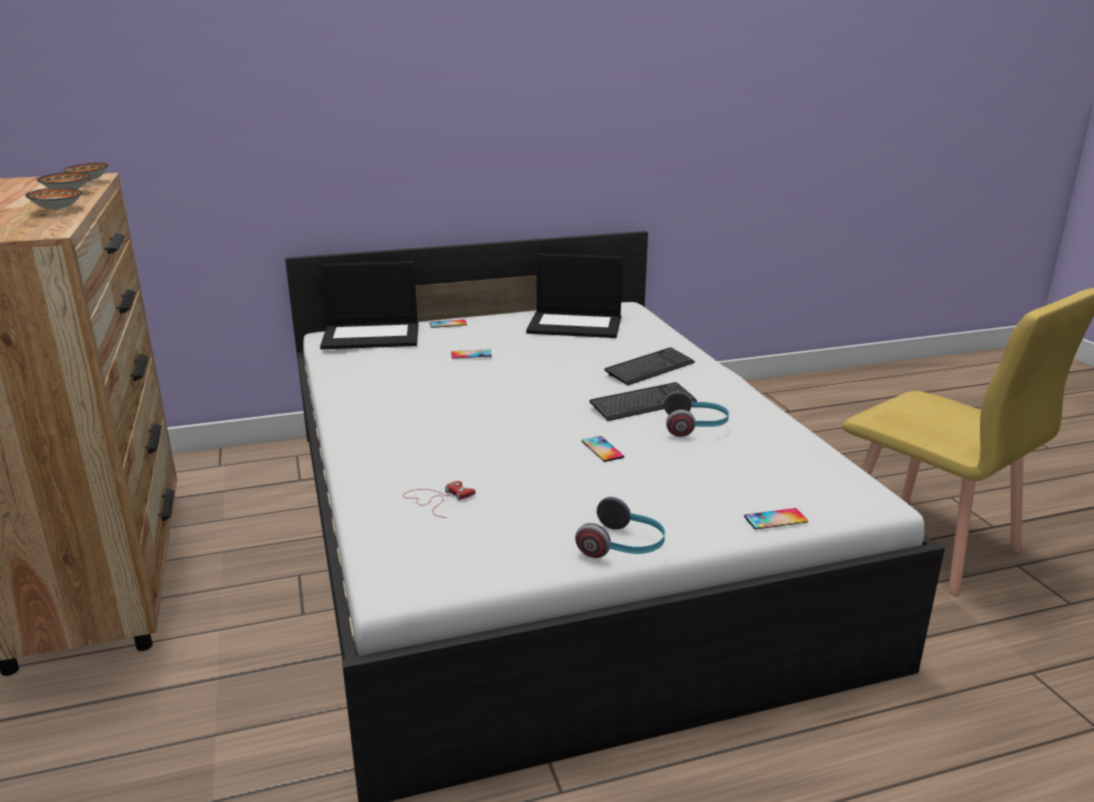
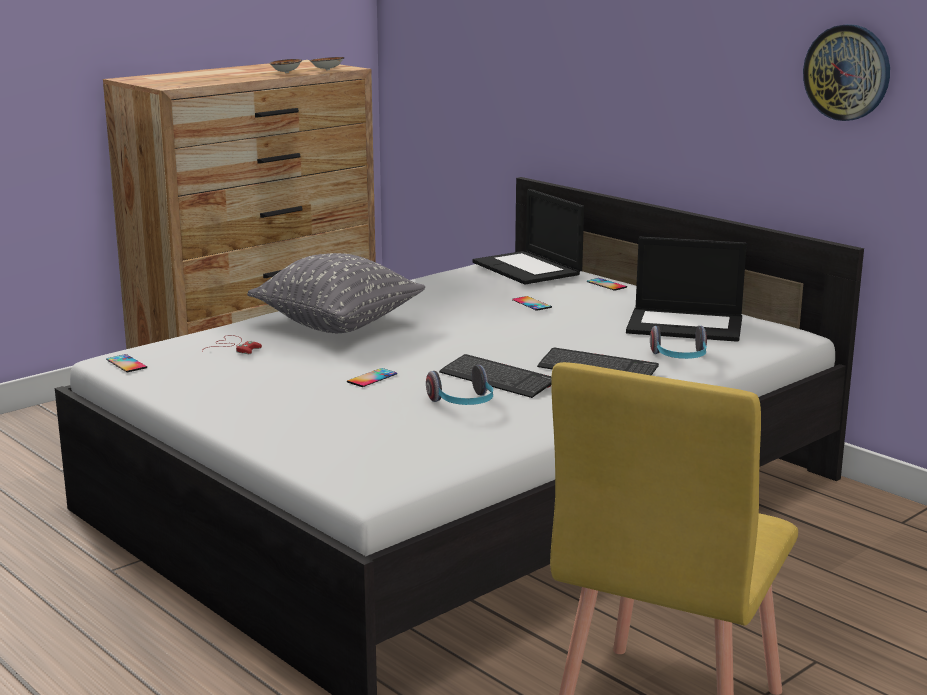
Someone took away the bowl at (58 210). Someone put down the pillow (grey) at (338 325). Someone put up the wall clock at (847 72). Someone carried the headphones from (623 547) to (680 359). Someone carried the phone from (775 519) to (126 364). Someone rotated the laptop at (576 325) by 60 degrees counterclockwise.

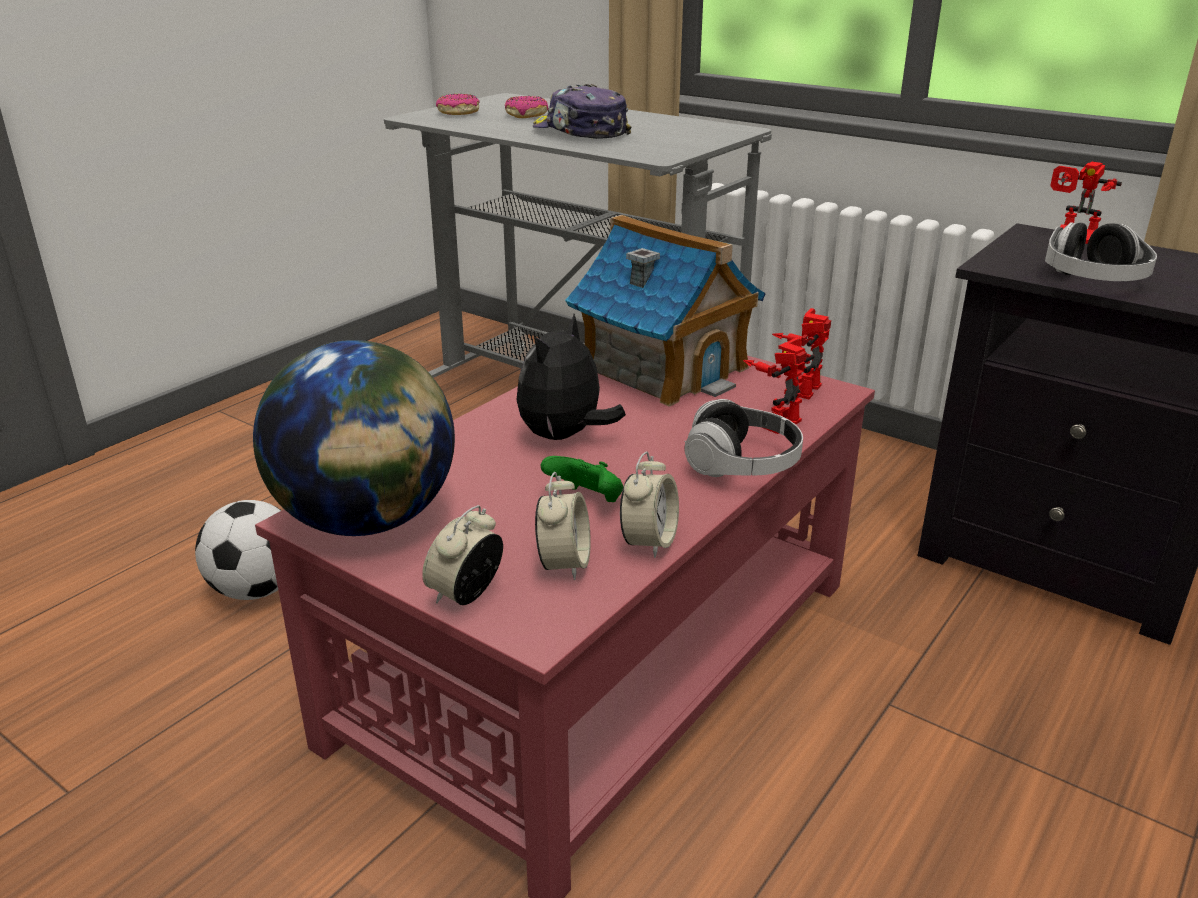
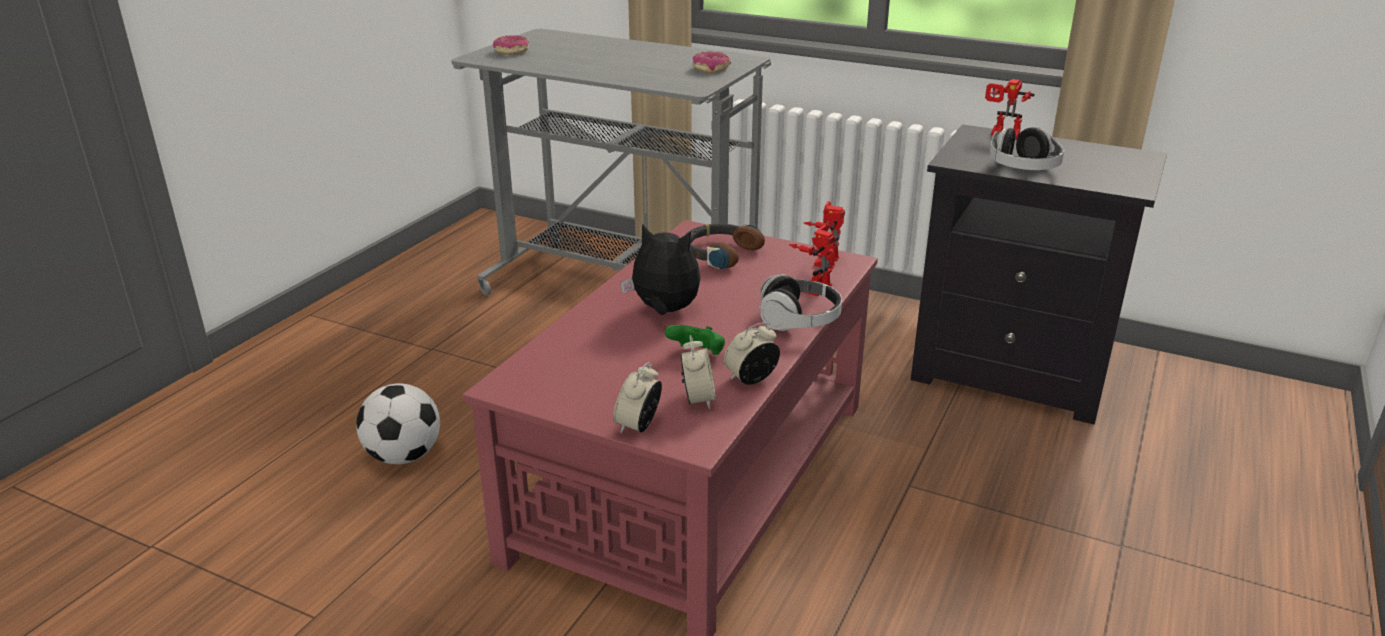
Someone took away the globe at (367 520). Someone took away the cap at (580 133). Someone carried the donut from (527 115) to (711 69). Someone swapped the toy house at (664 368) for the headphones at (719 253). Someone rotated the plush toy at (564 436) by 90 degrees clockwise. Someone rotated the alarm clock at (649 542) by 135 degrees counterclockwise.

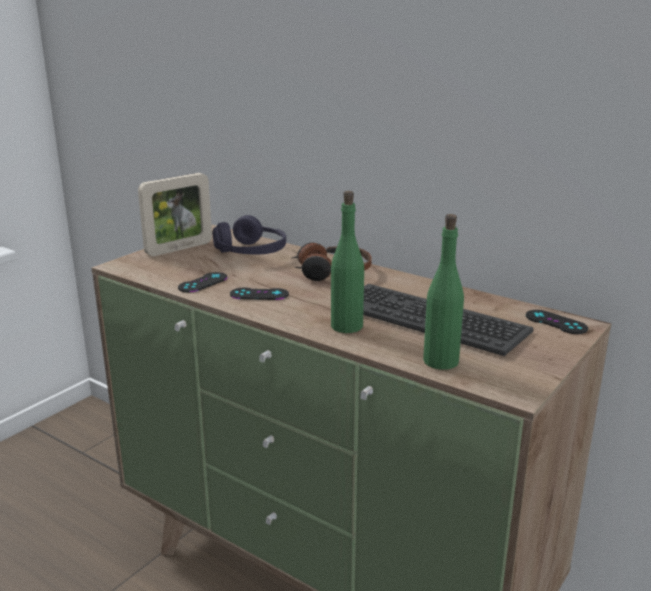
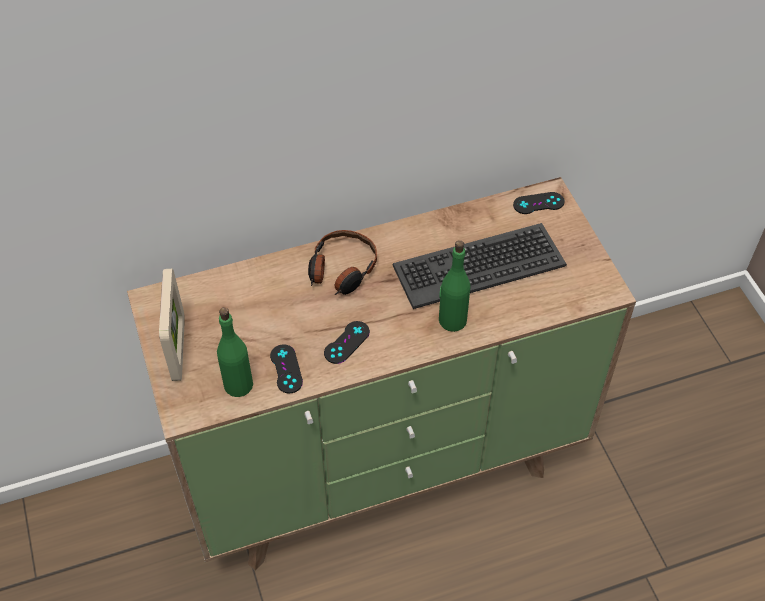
Someone took away the headphones (purple) at (251 252). Someone carried the bottle (green) from (441 361) to (238 384).

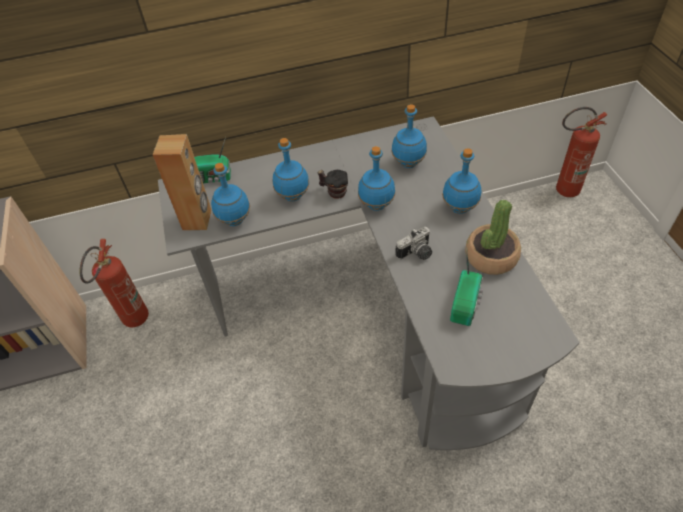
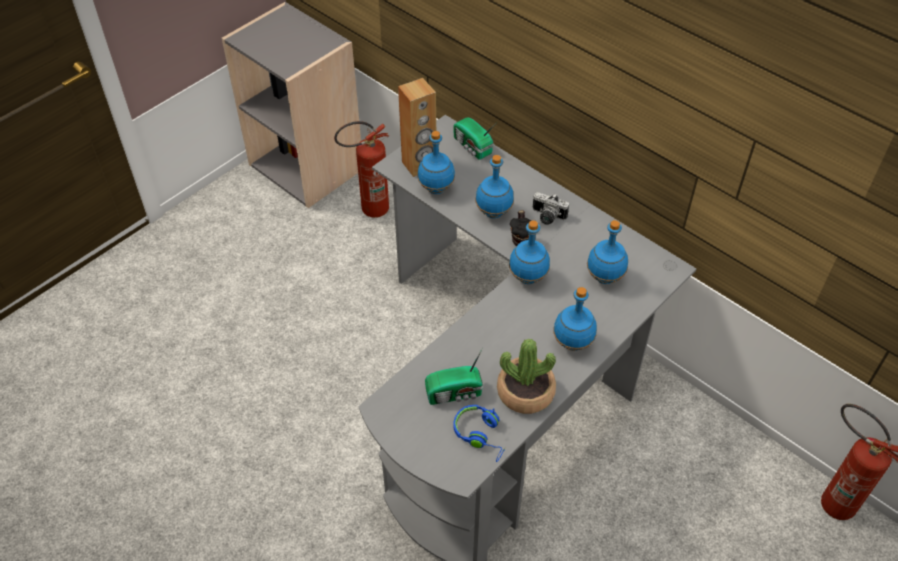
Someone put down the headphones (blue) at (481 435). Someone carried the photo camera from (417 254) to (547 217).

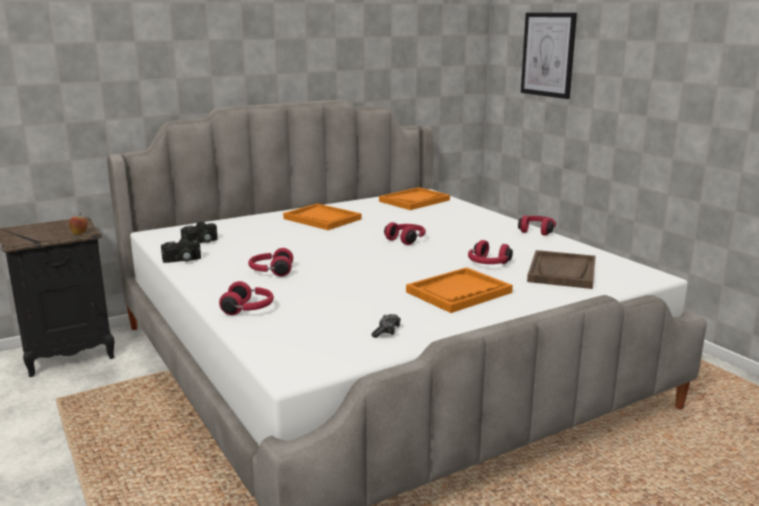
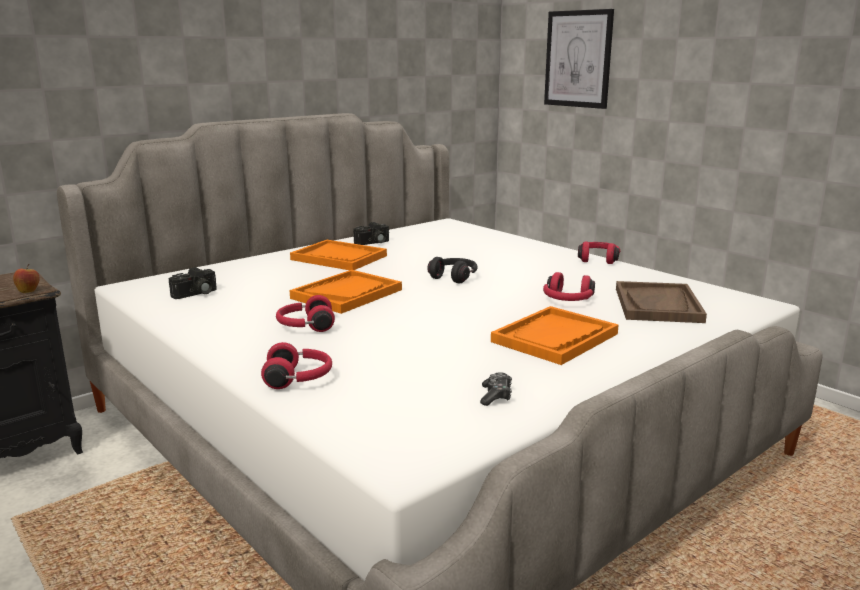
Someone carried the photo camera from (182 260) to (373 243). Someone carried the tray (orange) from (414 200) to (347 294). Someone repainted the headphones (red) at (406 240), which became the headphones (black) at (454 277).

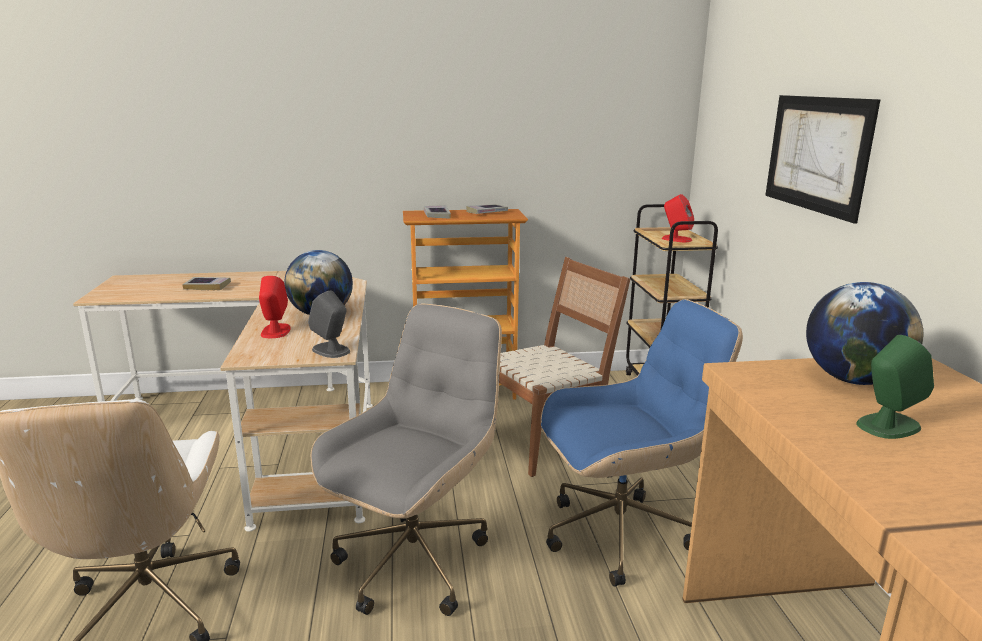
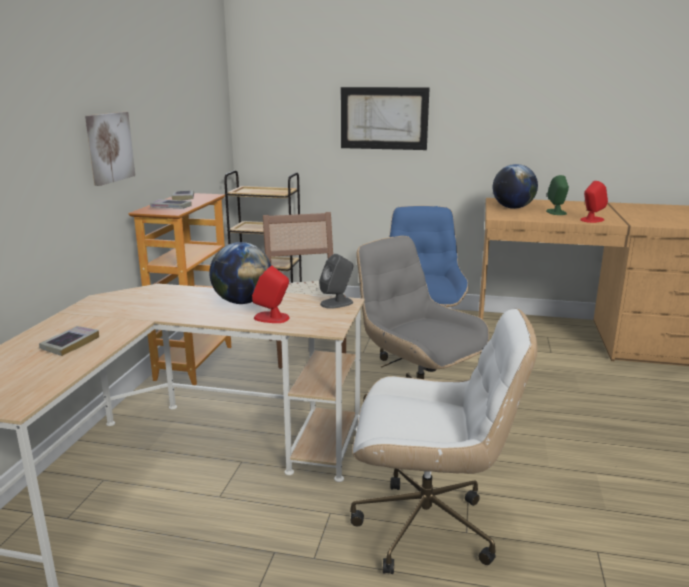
Someone put up the picture at (109 147). Someone carried the speaker (red) from (676 239) to (591 220).

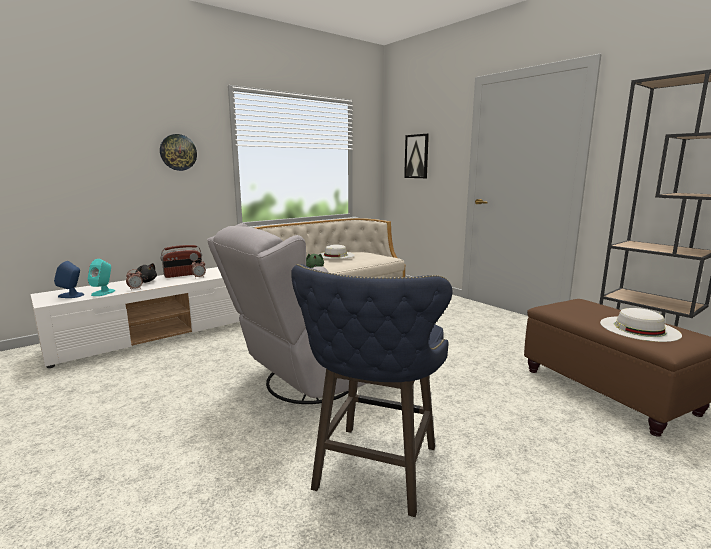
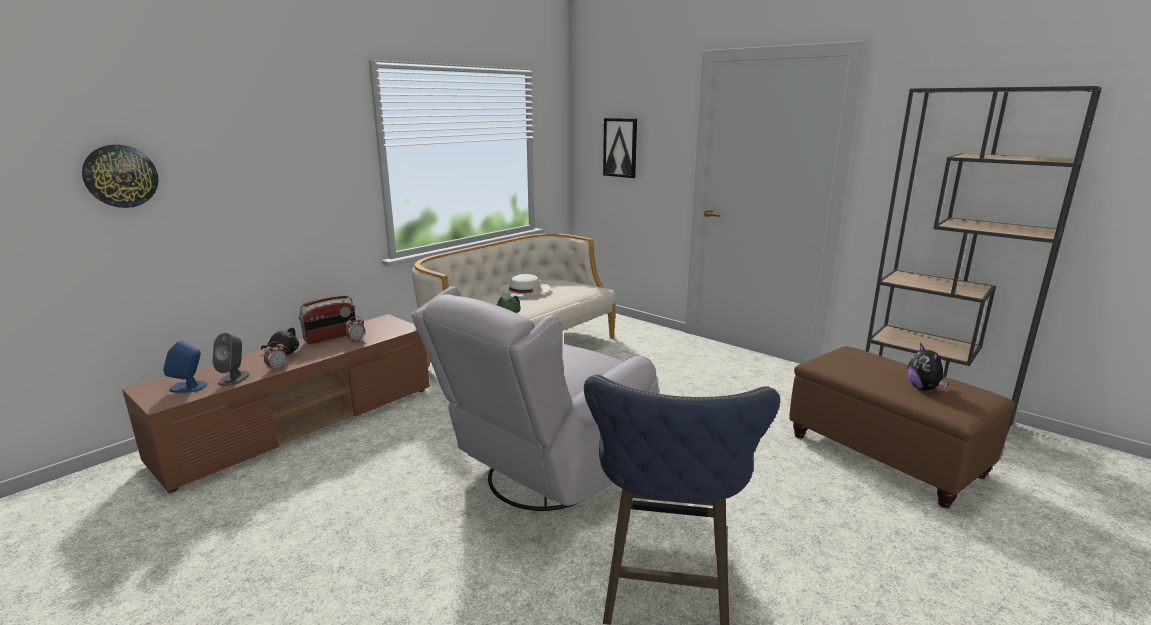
Someone carried the wall clock from (178 152) to (120 176). Someone swapped the hat (white) at (639 328) for the plush toy at (923 388). Someone repainted the tv stand (white) at (157 334), which became the tv stand (brown) at (303 423). Someone repainted the speaker (turquoise) at (103 292), which became the speaker (grey) at (234 378).

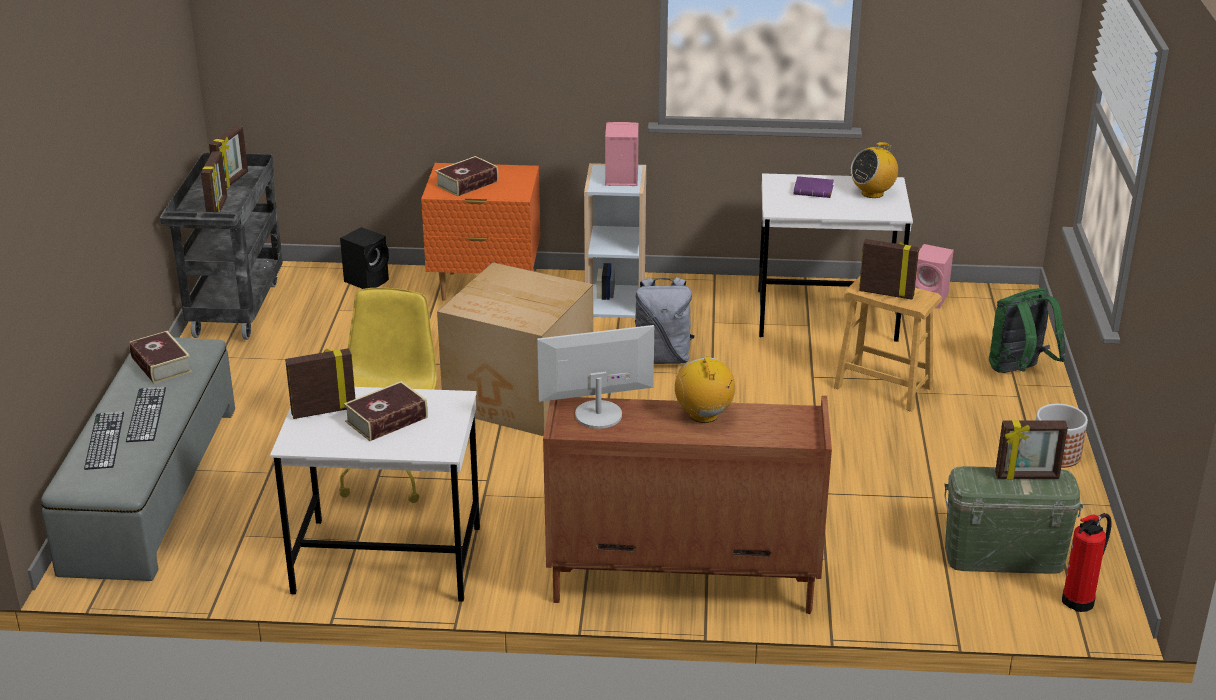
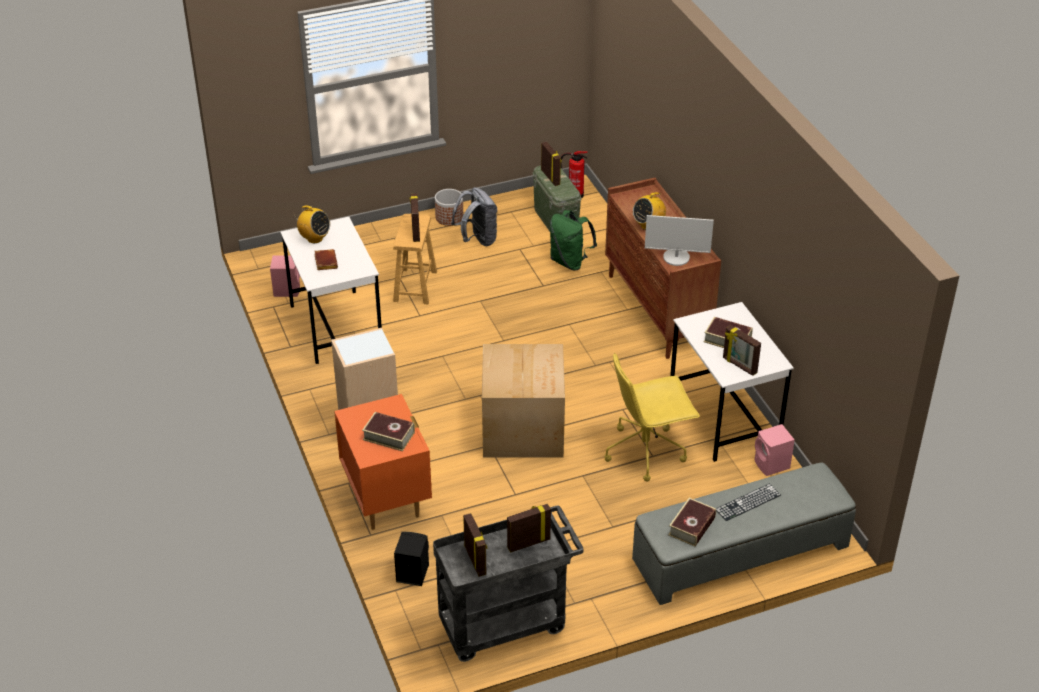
Someone took away the keyboard at (104 440). Someone carried the speaker (pink) from (620 178) to (772 465). Someone carried the backpack (grey) from (662 358) to (477 240). Someone carried the backpack (green) from (1019 371) to (570 262). Someone repainted the book (purple) at (814 191), which became the book (brown) at (325 262). Someone rotated the picture frame at (232 181) by 75 degrees clockwise. Someone rotated the monitor at (598 414) by 45 degrees counterclockwise.

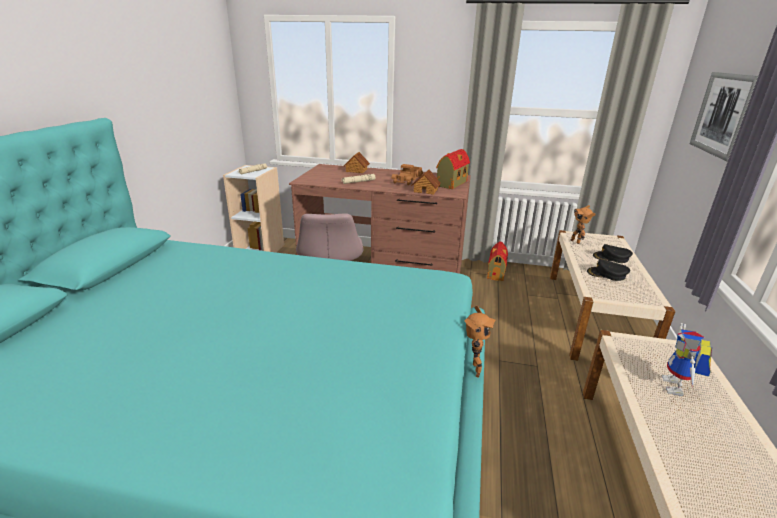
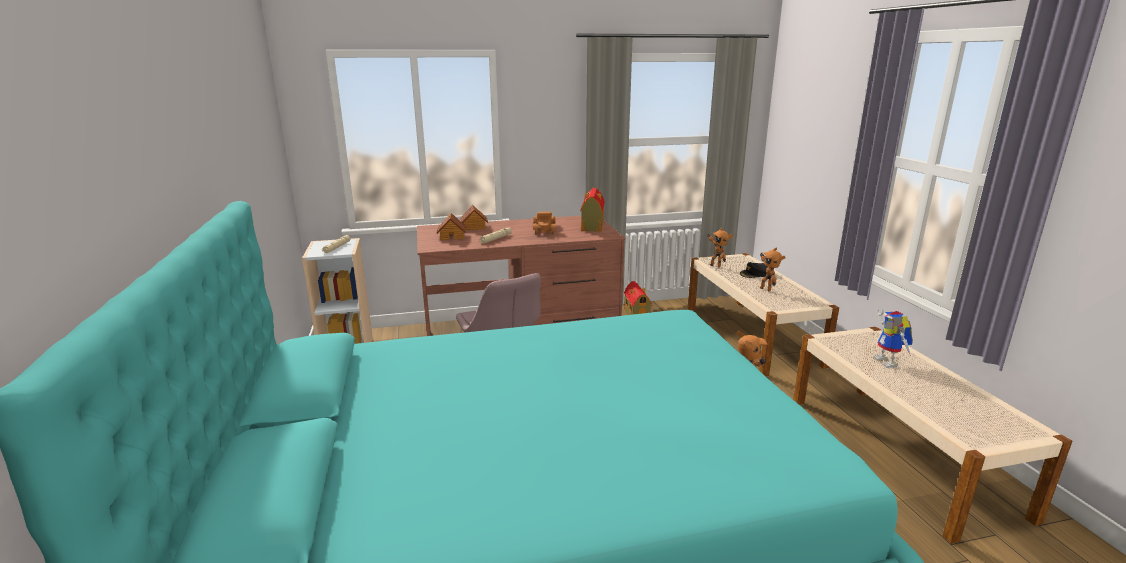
Someone took away the picture at (723 114). Someone carried the toy house from (425 190) to (452 236). Someone swapped the cap (black) at (607 274) for the toy robot at (766 289).

